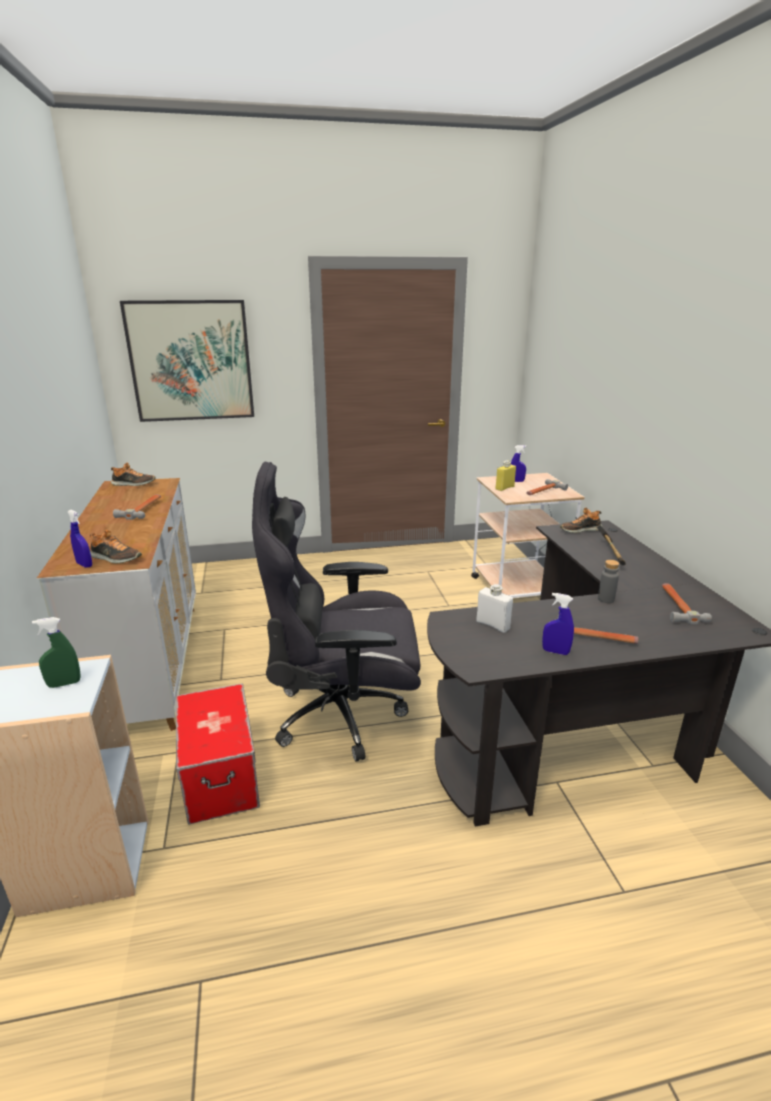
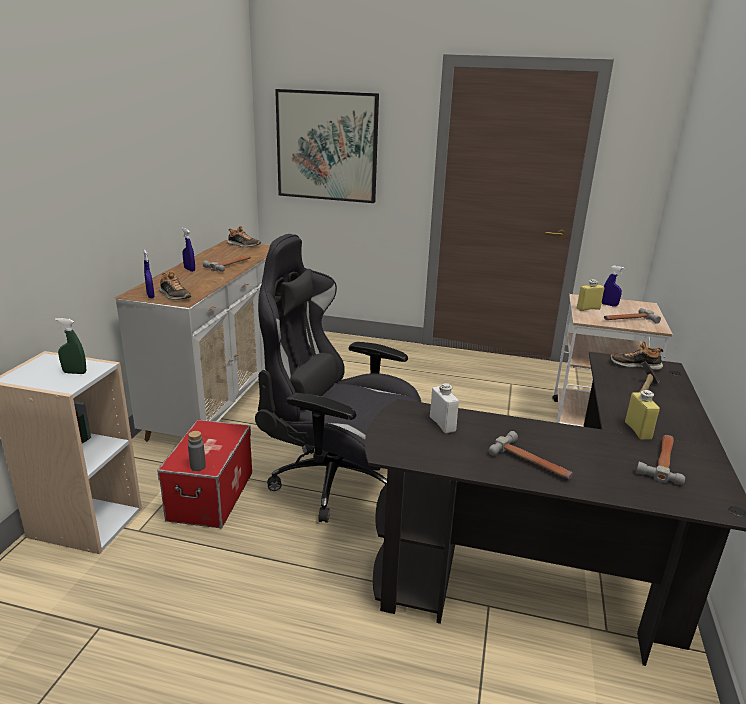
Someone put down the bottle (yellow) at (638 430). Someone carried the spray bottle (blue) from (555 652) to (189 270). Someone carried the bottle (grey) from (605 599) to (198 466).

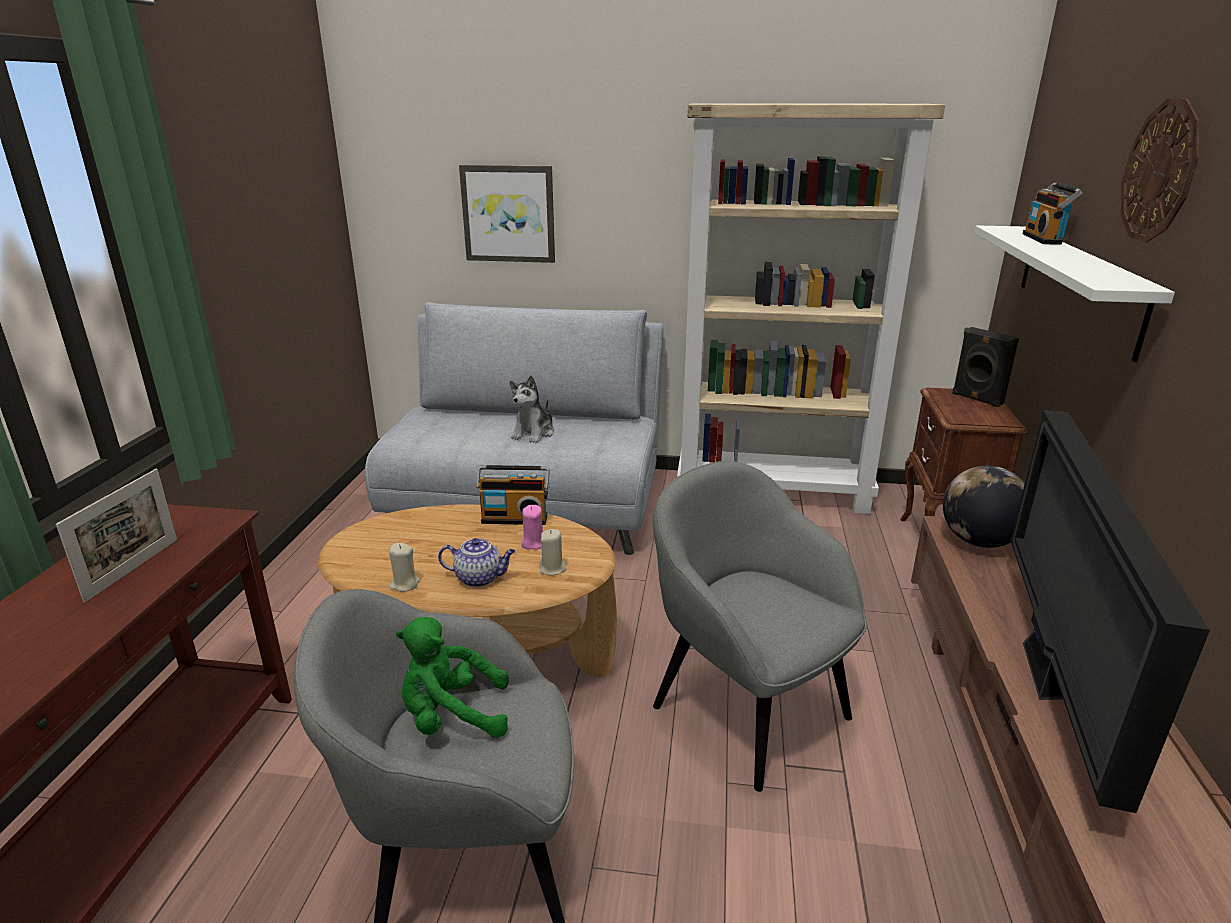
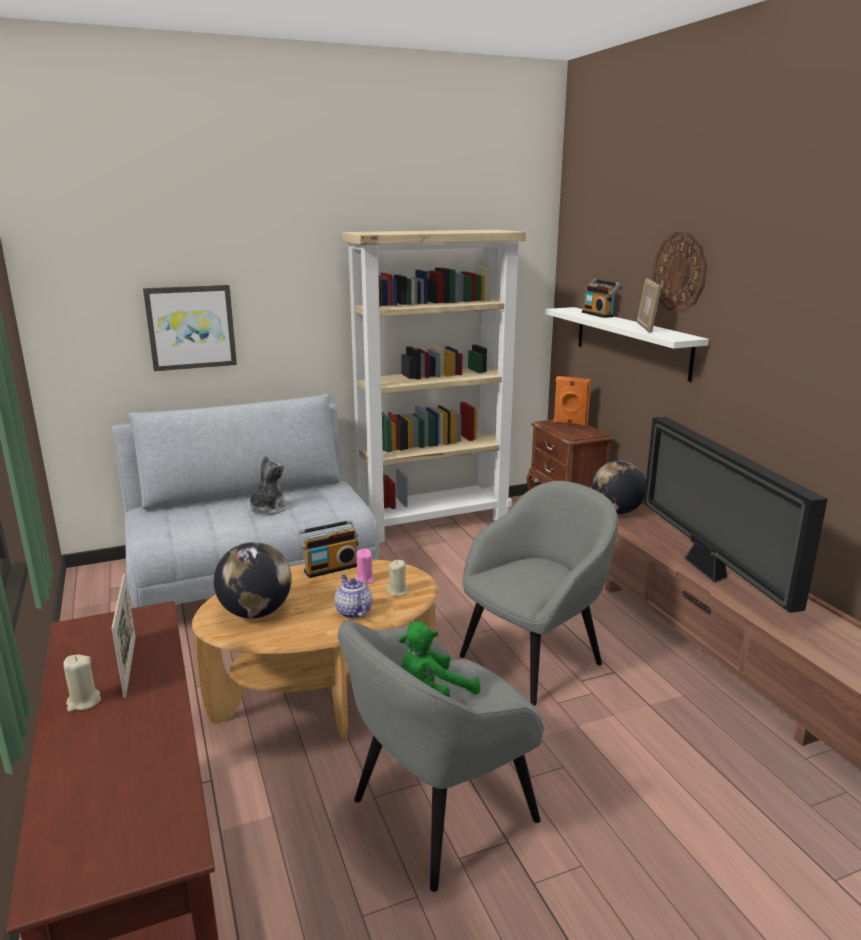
Someone put down the globe at (256 612). Someone put down the picture frame at (646 328). Someone carried the candle (beige) from (404 584) to (83 702). Someone repainted the speaker (black) at (976 399), which became the speaker (orange) at (570 423). Someone rotated the teapot at (480 578) by 90 degrees counterclockwise. Someone rotated the plush toy at (534 433) by 150 degrees counterclockwise. Someone rotated the armchair (grey) at (747 708) by 120 degrees clockwise.

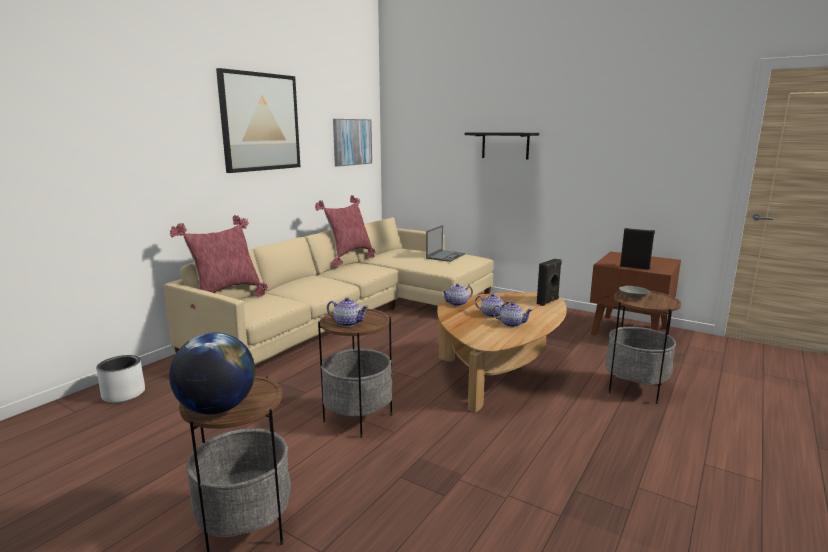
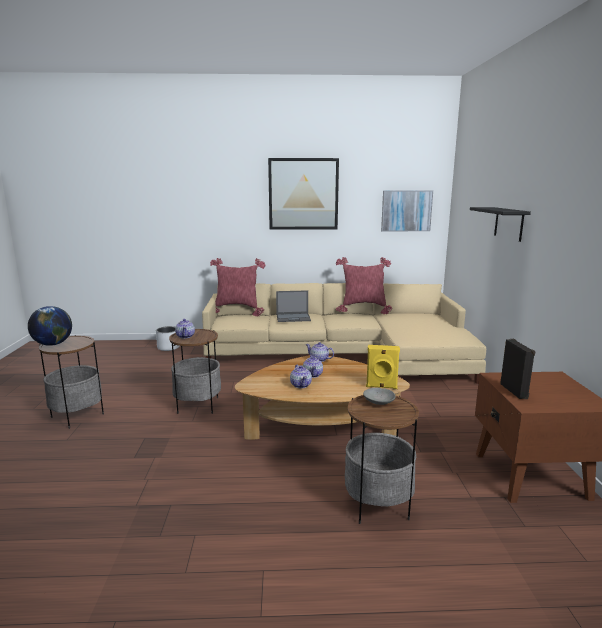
Someone carried the laptop from (445 256) to (293 318). Someone repainted the speaker (black) at (548 301), which became the speaker (yellow) at (381 387).

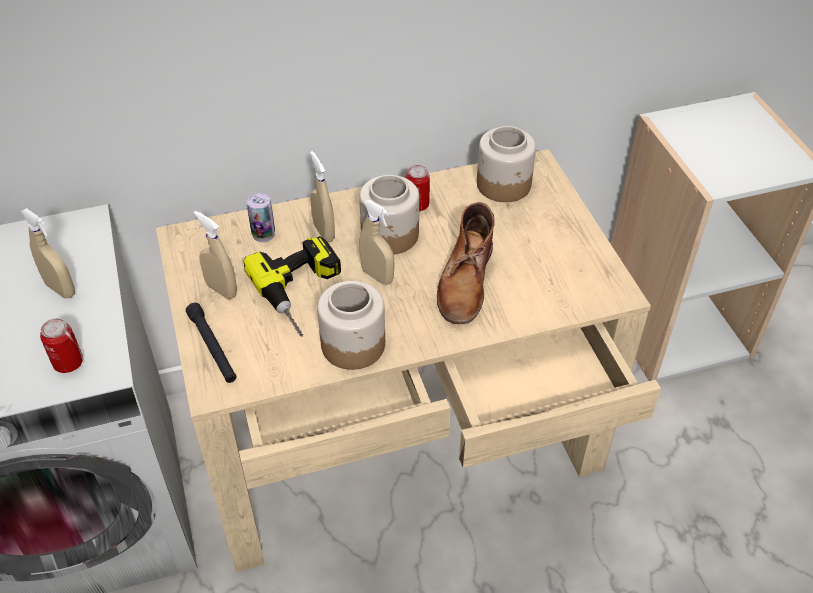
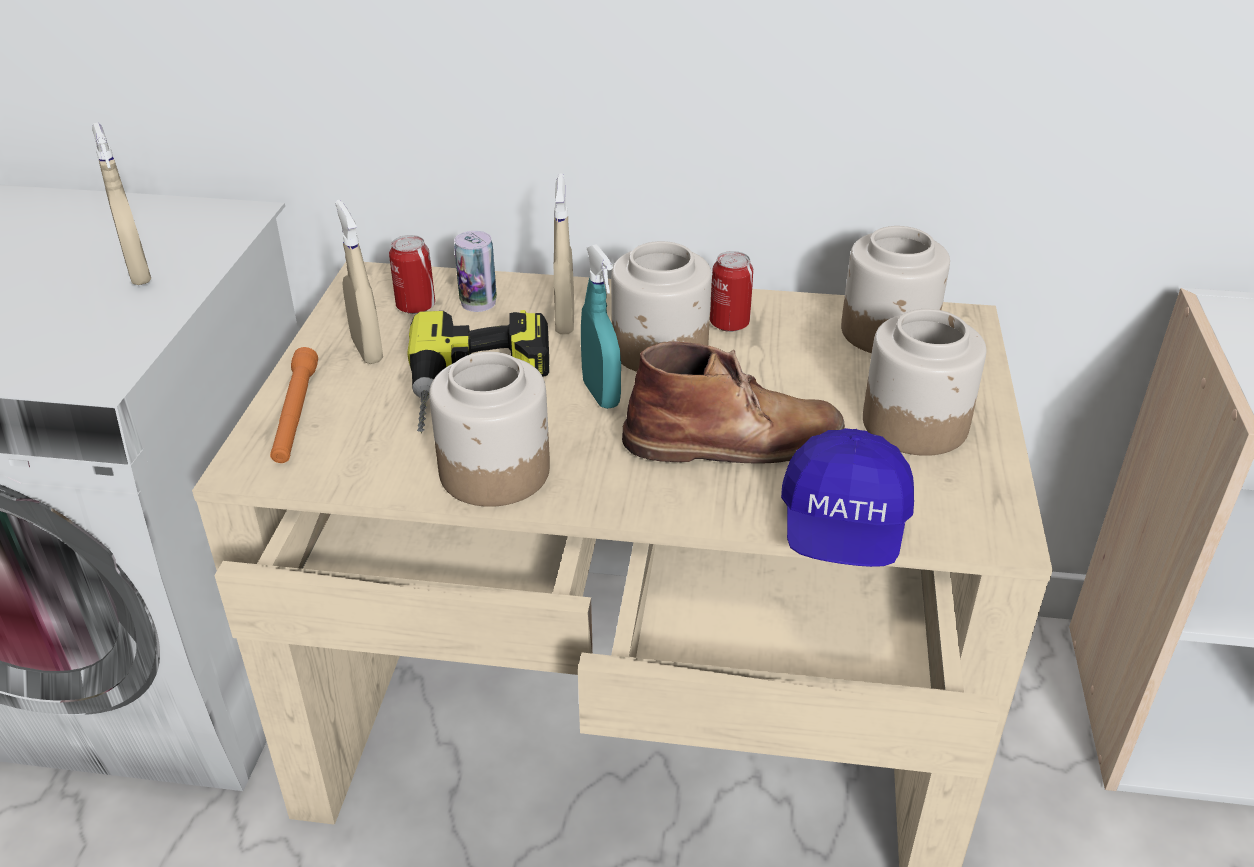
Someone put down the cap (blue) at (843 528). Someone put down the jar at (915 423). Someone carried the can from (68 363) to (416 306). Someone repainted the flashlight (black) at (212 347), which became the flashlight (orange) at (295 414). Someone repainted the spray bottle (beige) at (377 276), which became the spray bottle (turquoise) at (601 394). Someone rotated the boot (brown) at (465 281) by 135 degrees counterclockwise.

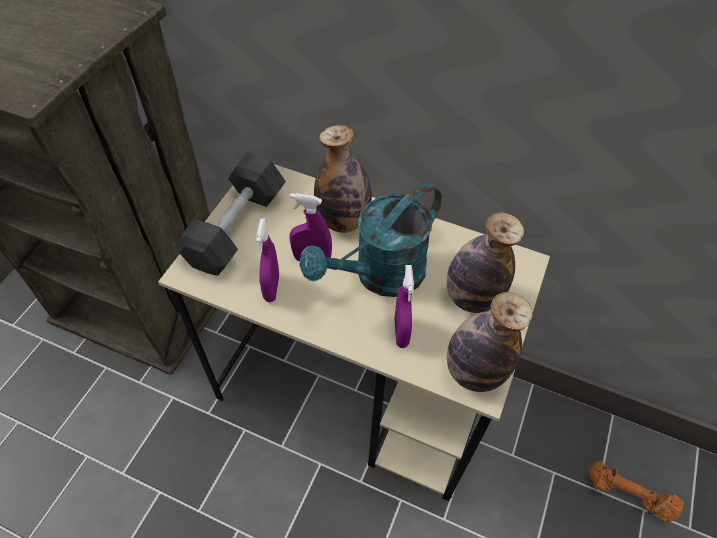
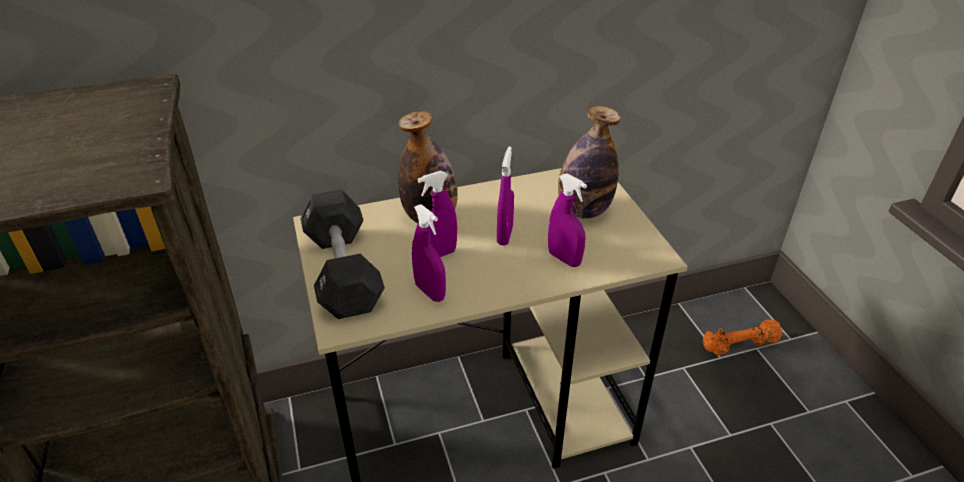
Someone took away the bottle at (474 371). Someone swapped the watering can (turquoise) at (380 276) for the spray bottle (purple) at (505 235).

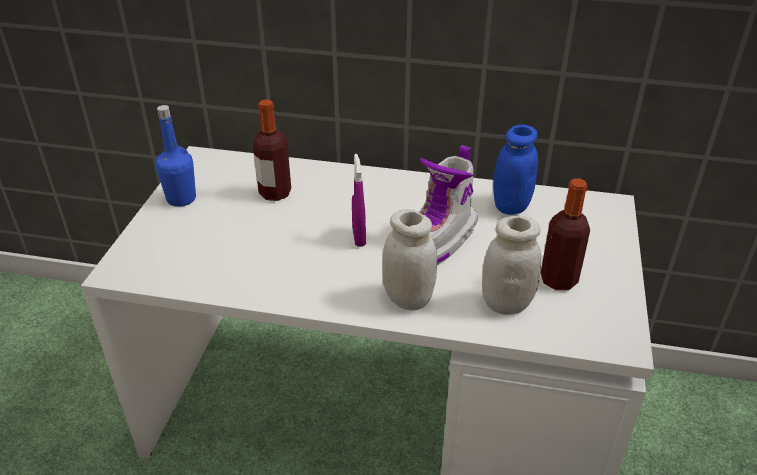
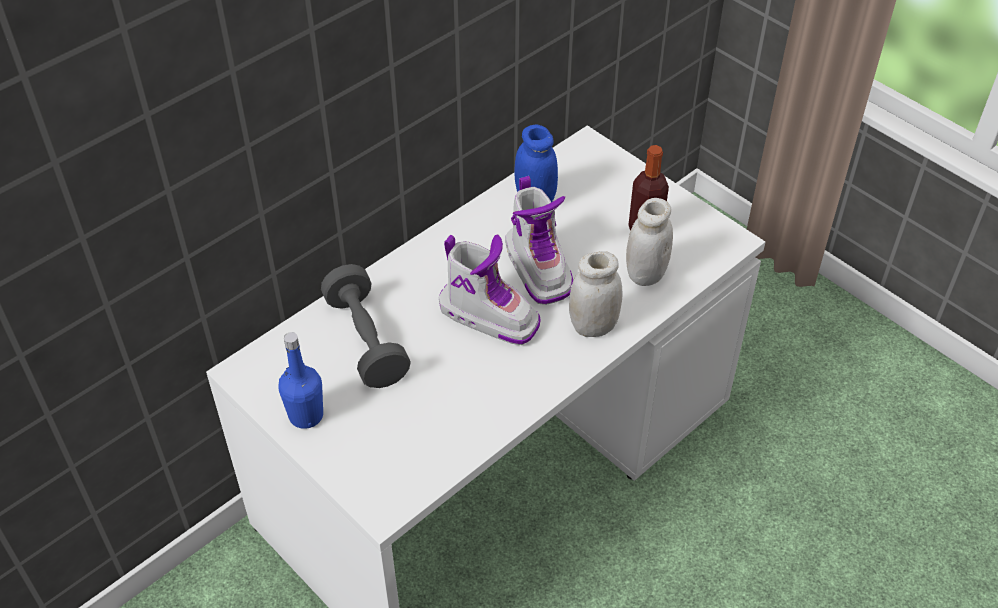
Someone swapped the bottle at (275 193) for the dumbbell (grey) at (366 341). Someone swapped the spray bottle (purple) at (359 237) for the boot at (489 316).

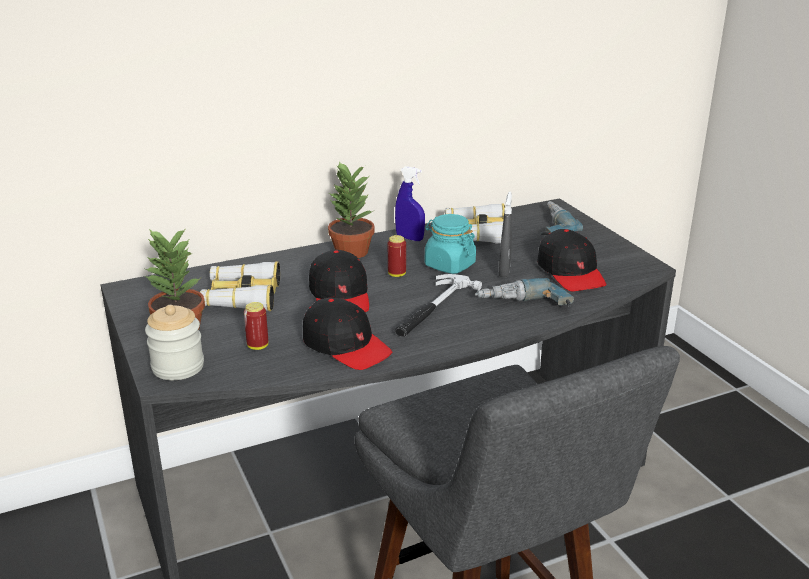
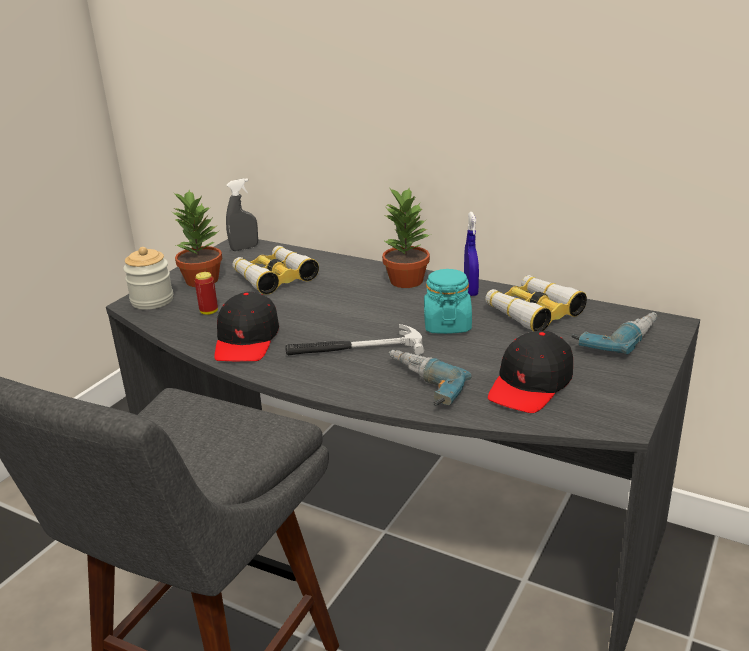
Someone took away the cap (black) at (340 295). Someone took away the can at (397 274). Someone carried the spray bottle (grey) from (504 271) to (244 248).

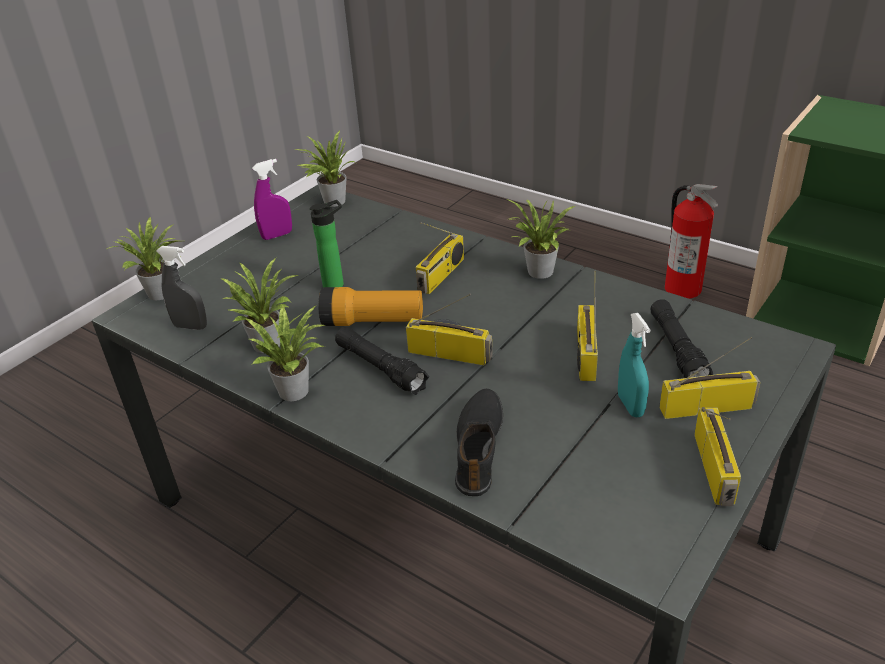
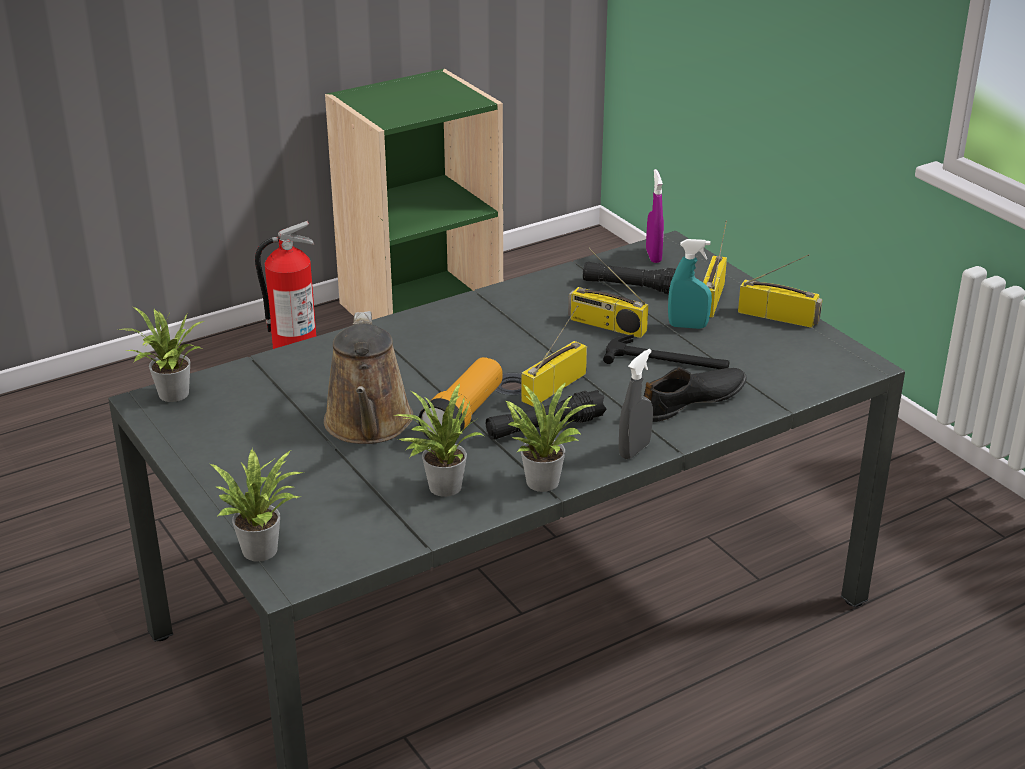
Someone took away the radio at (441 276). Someone took away the potted plant at (539 273). Someone put down the hammer at (667 360). Someone carried the spray bottle (grey) from (190 326) to (634 450). Someone carried the spray bottle (purple) from (277 235) to (653 256). Someone swapped the bottle at (336 284) for the watering can (brown) at (368 425). Someone rotated the shoe (black) at (480 447) by 120 degrees clockwise.

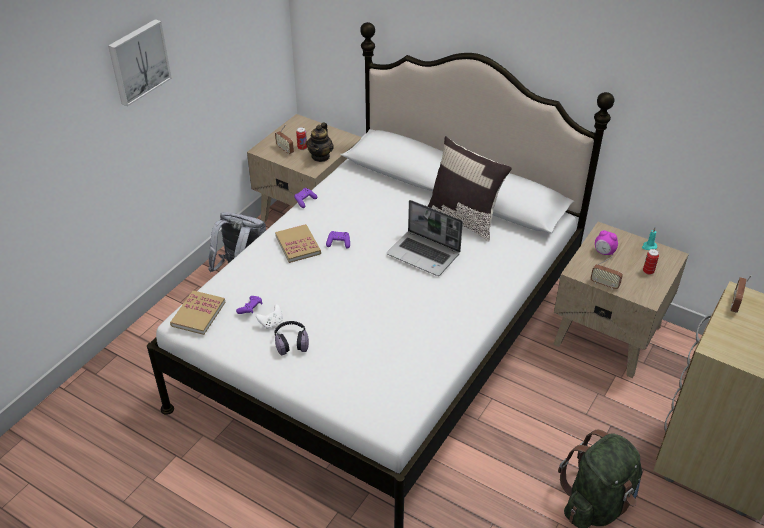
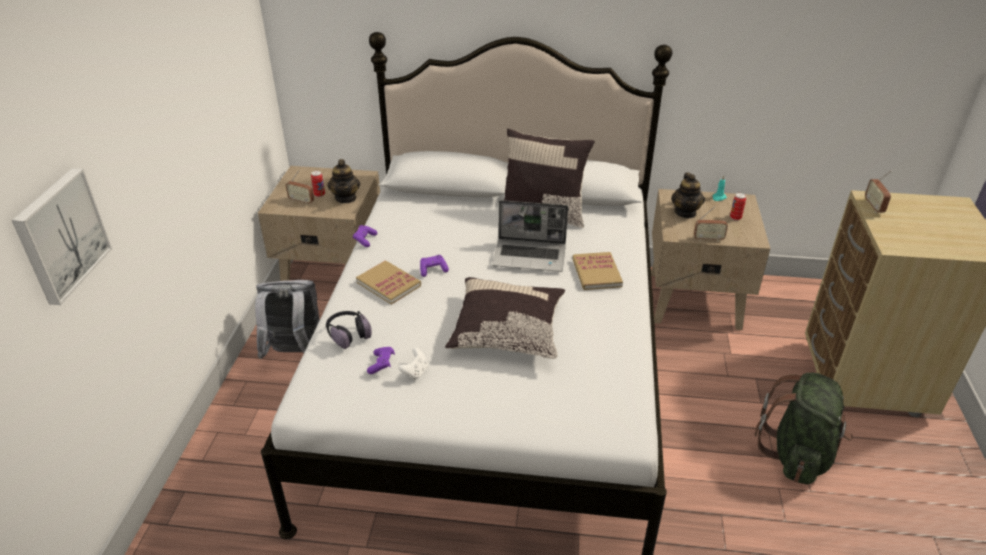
Someone put down the pillow at (507 331). Someone carried the picture from (138 61) to (60 235). Someone carried the book from (198 314) to (596 273). Someone carried the headphones from (291 342) to (348 334). Someone swapped the alarm clock at (604 252) for the teapot at (685 212).

